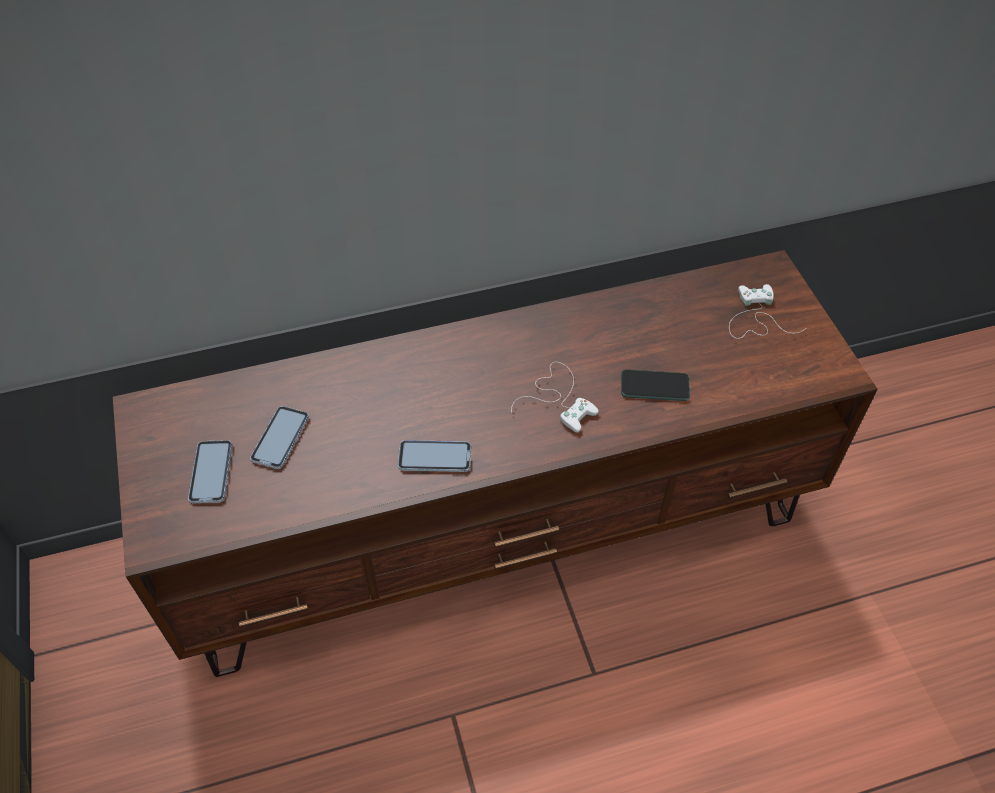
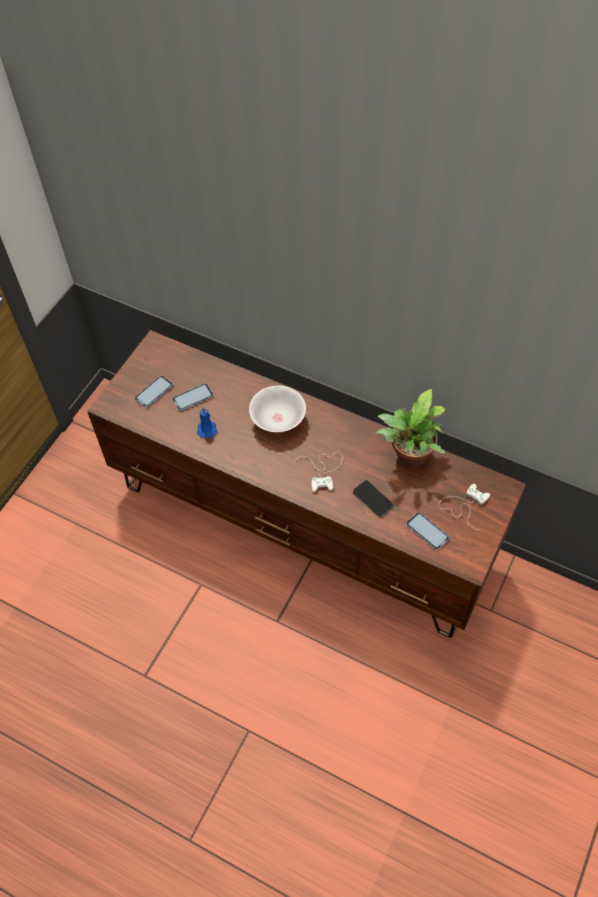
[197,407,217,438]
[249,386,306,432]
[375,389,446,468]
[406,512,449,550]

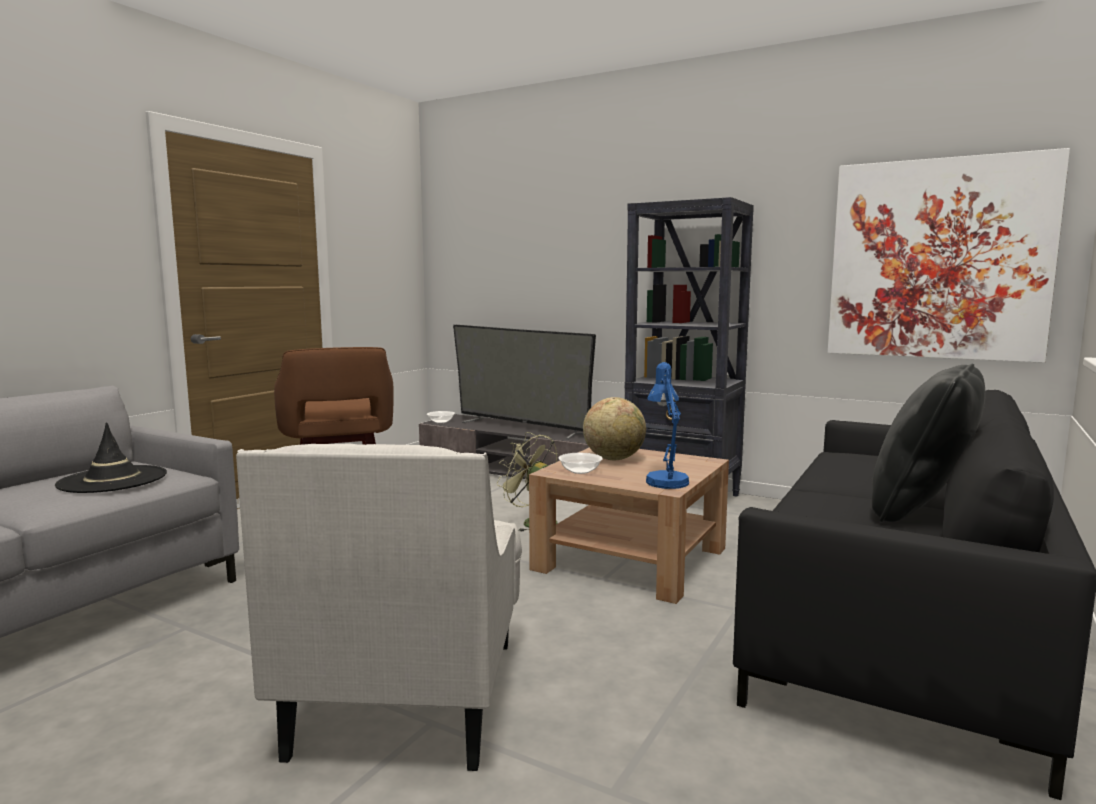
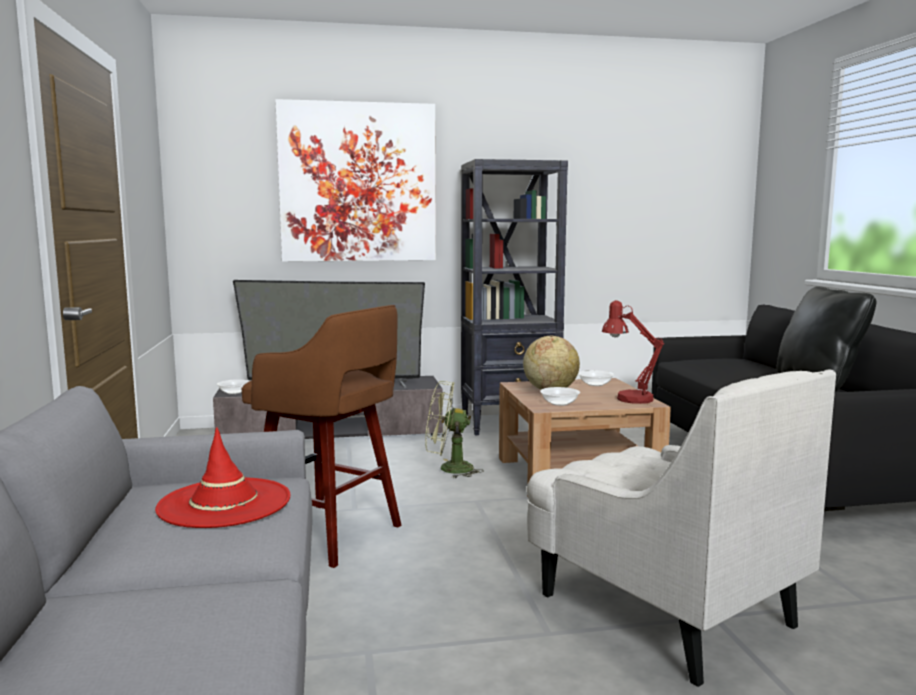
[578,370,614,386]
[275,99,436,262]
[155,427,291,528]
[602,300,664,404]

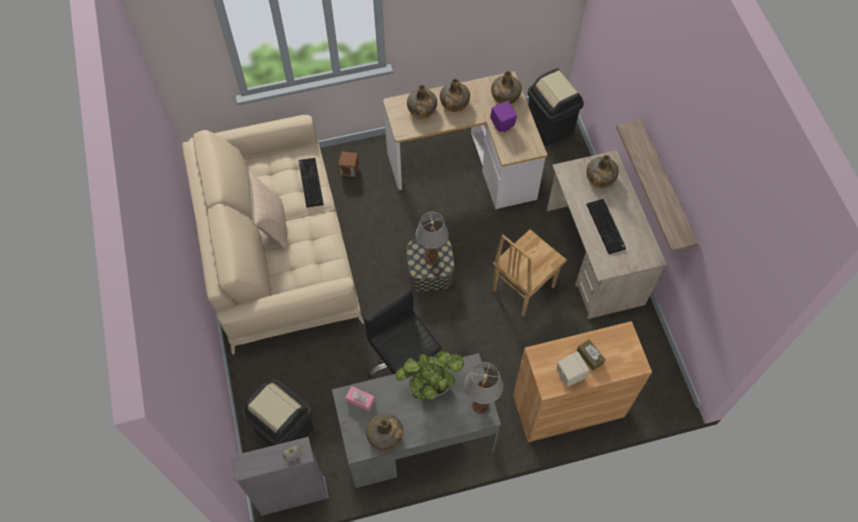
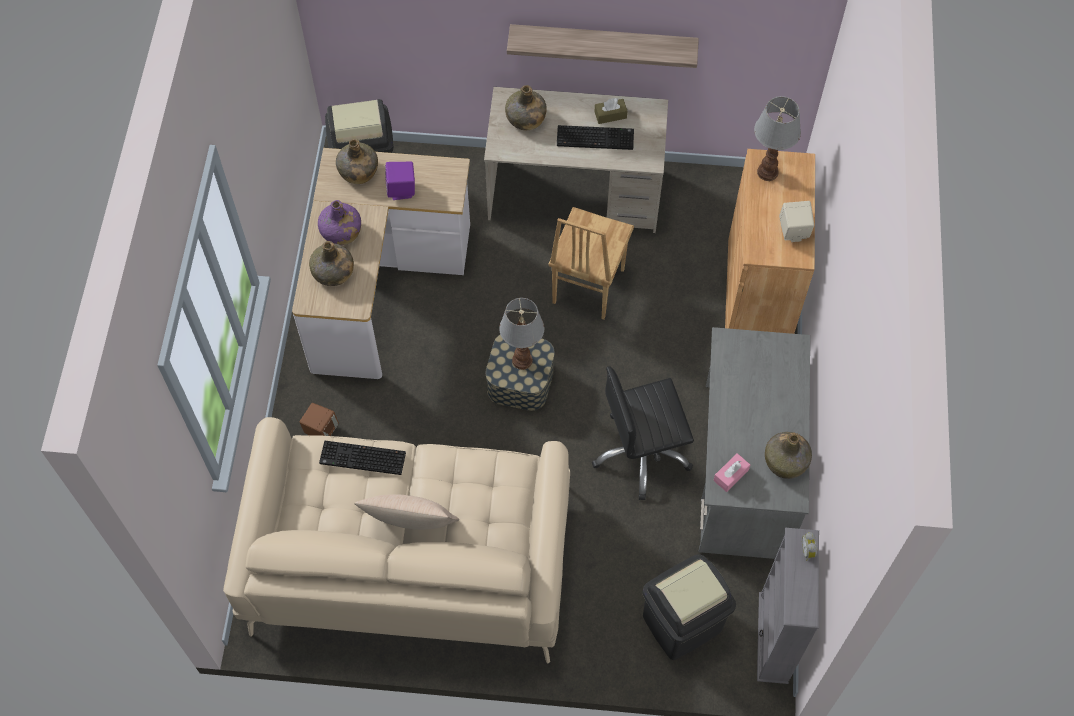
[396,351,464,400] (first image)
[754,96,801,181]
[595,98,627,124]
[318,200,361,245]
[548,207,634,320]

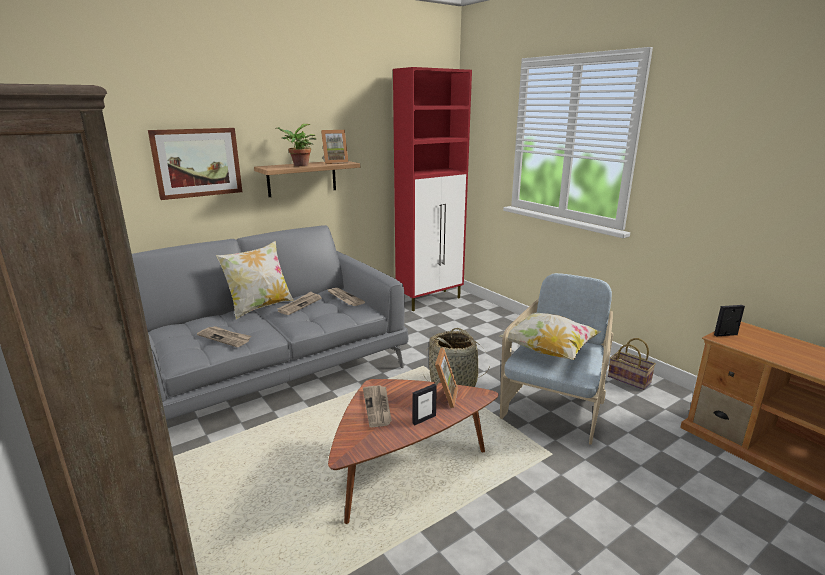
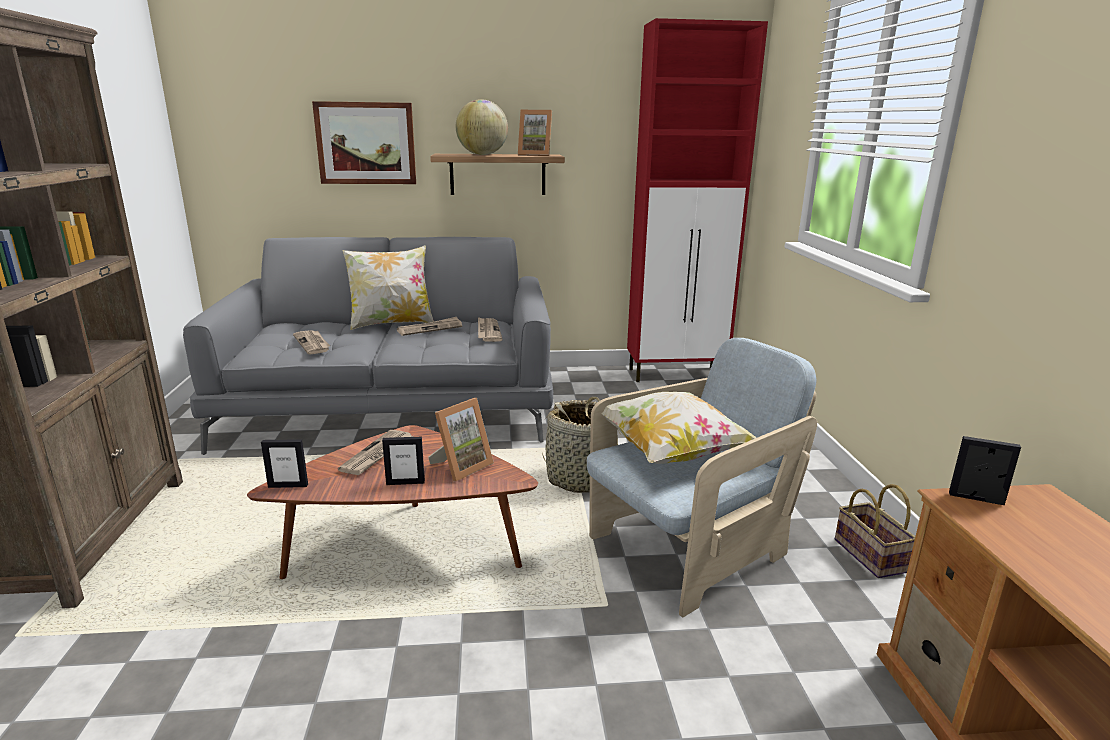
[261,439,308,488]
[456,99,508,155]

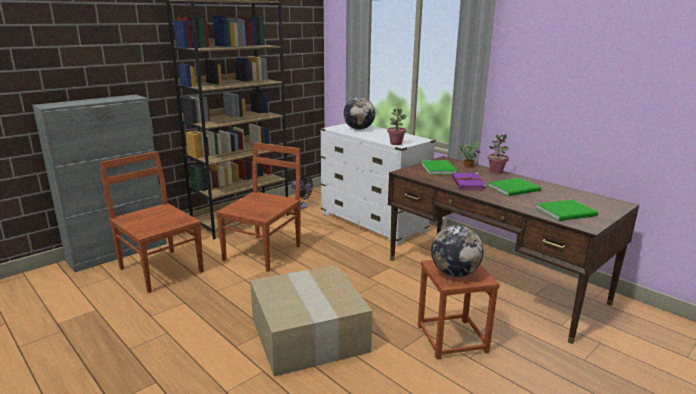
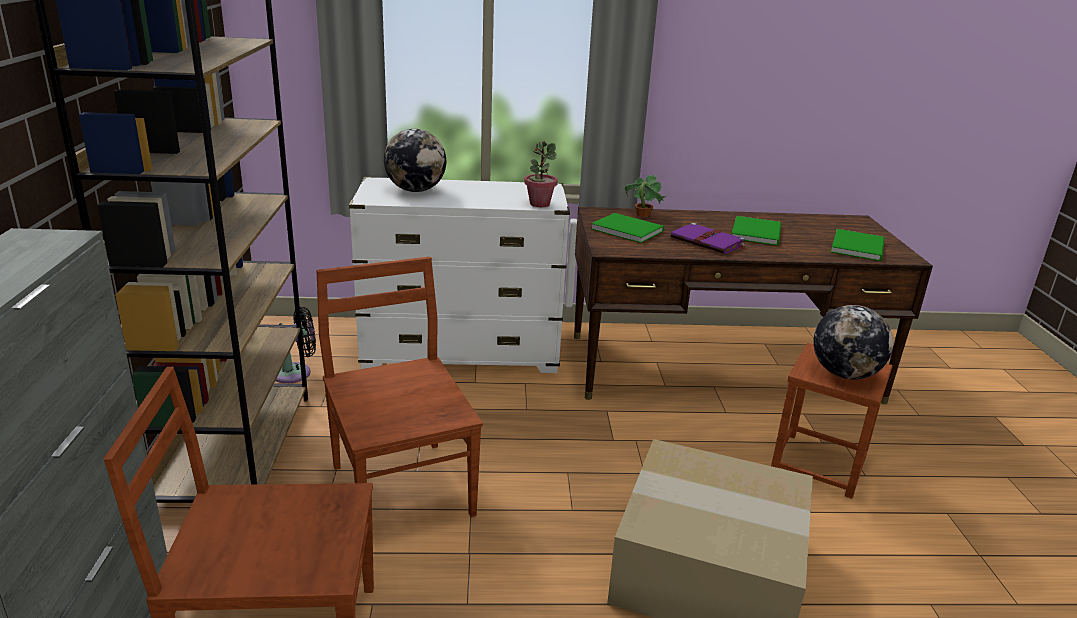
[488,134,509,174] (first image)

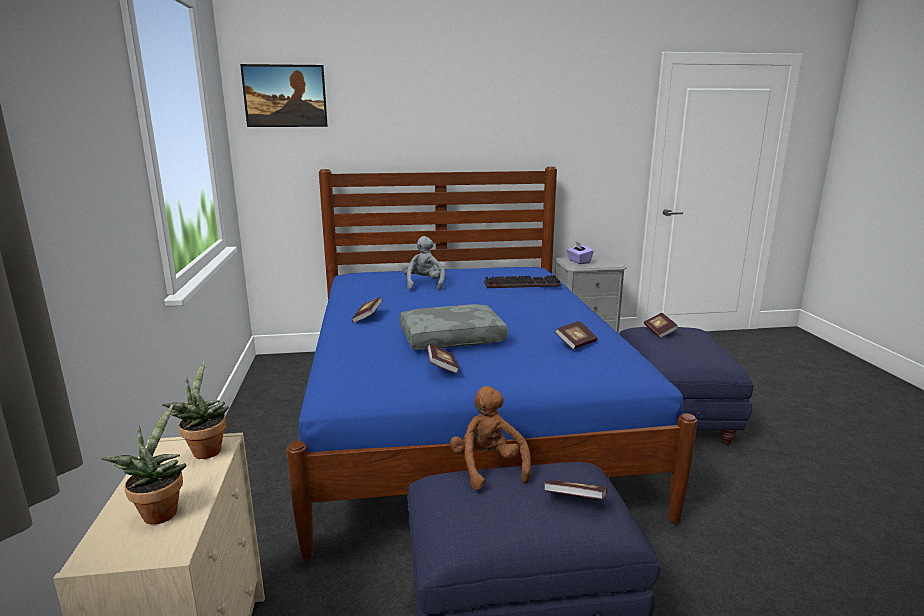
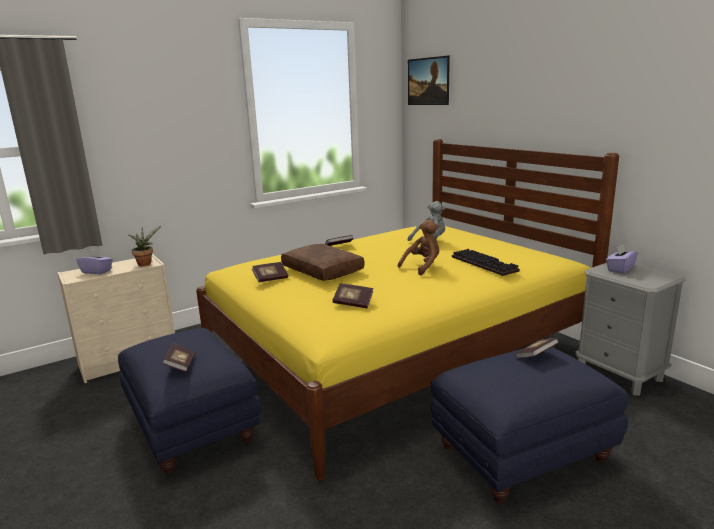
[398,220,439,276]
[76,249,113,274]
[196,139,619,480]
[281,244,364,281]

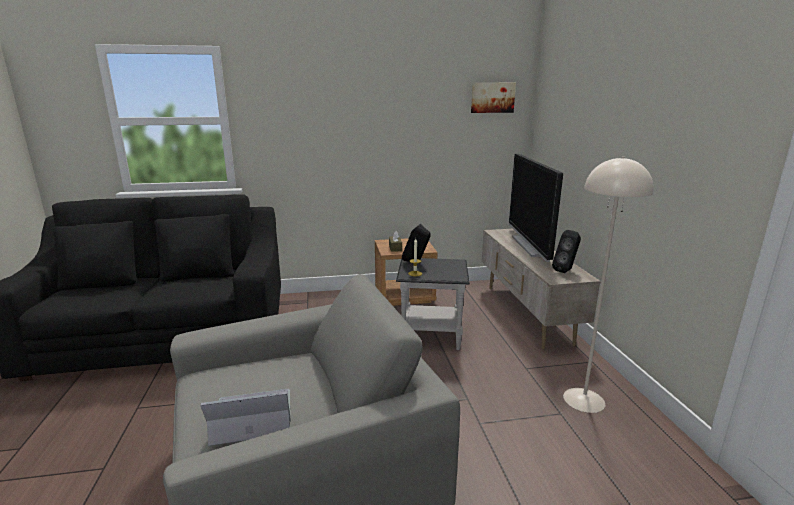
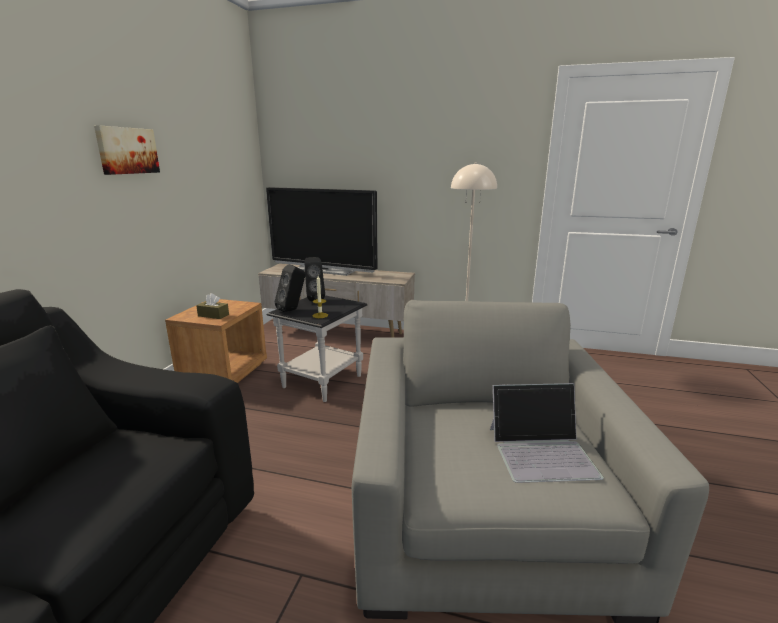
[94,125,160,175]
[304,257,325,301]
[490,383,604,483]

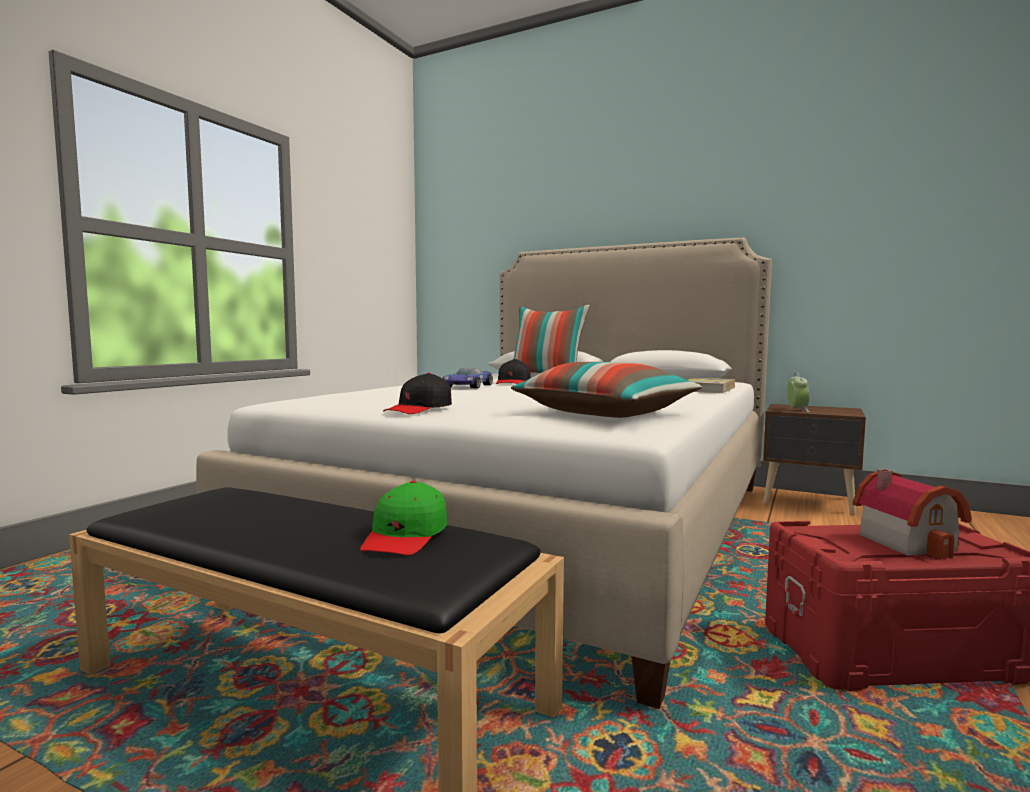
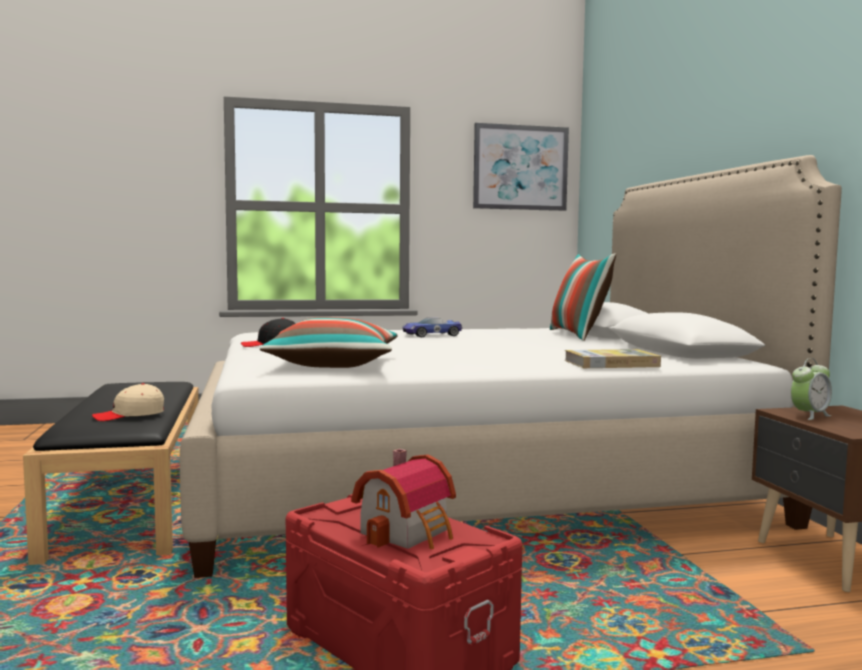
[496,359,531,384] (first image)
[473,123,569,211]
[92,383,164,421]

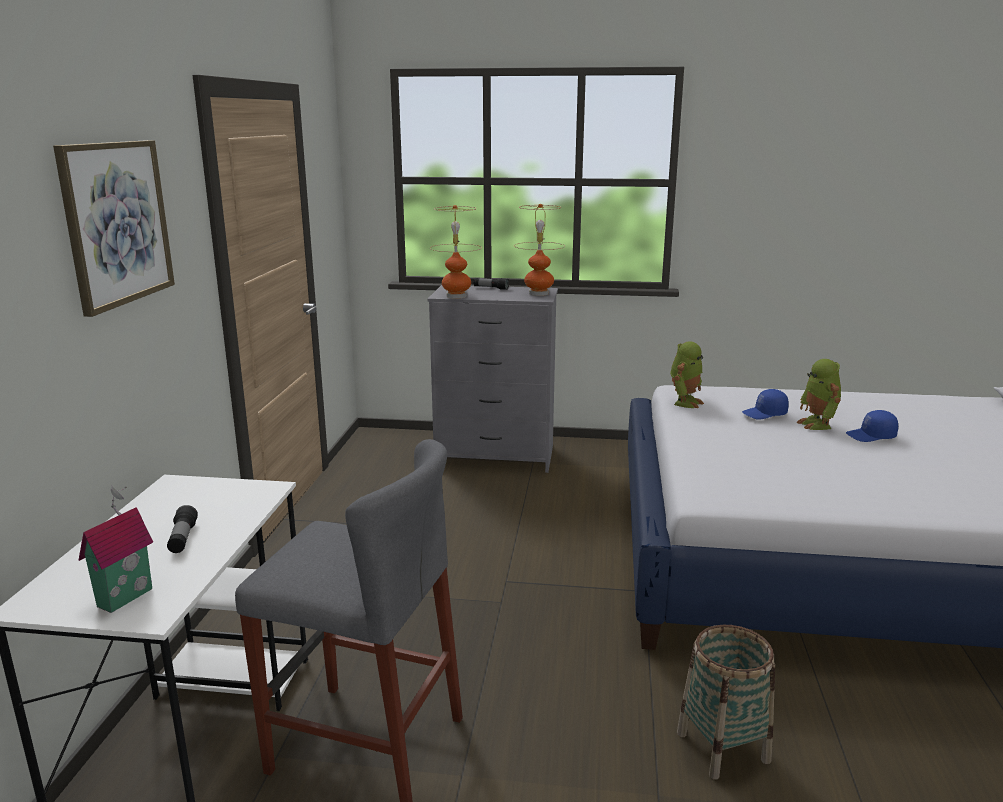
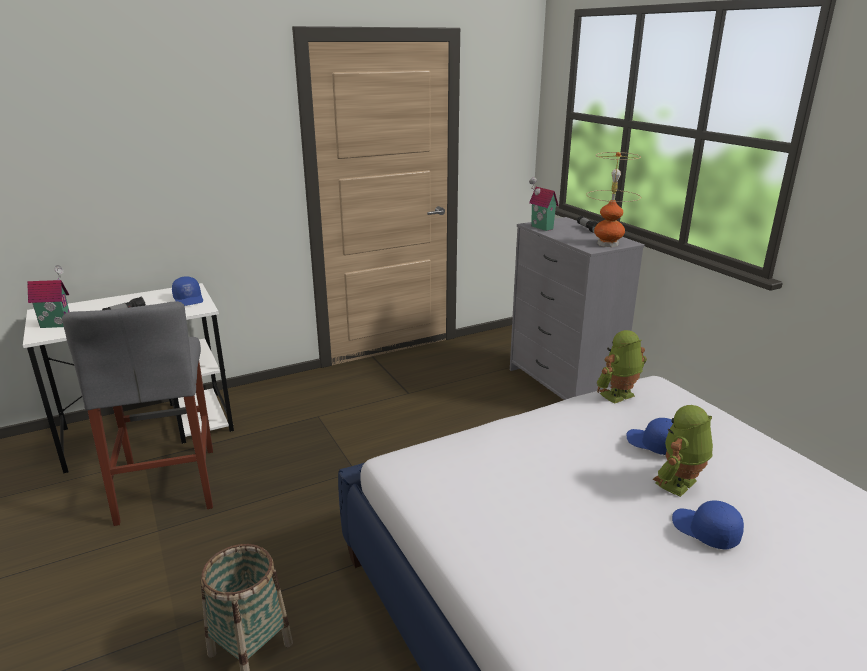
[53,140,175,317] (first image)
[172,276,203,306]
[529,178,559,231]
[597,330,647,404]

